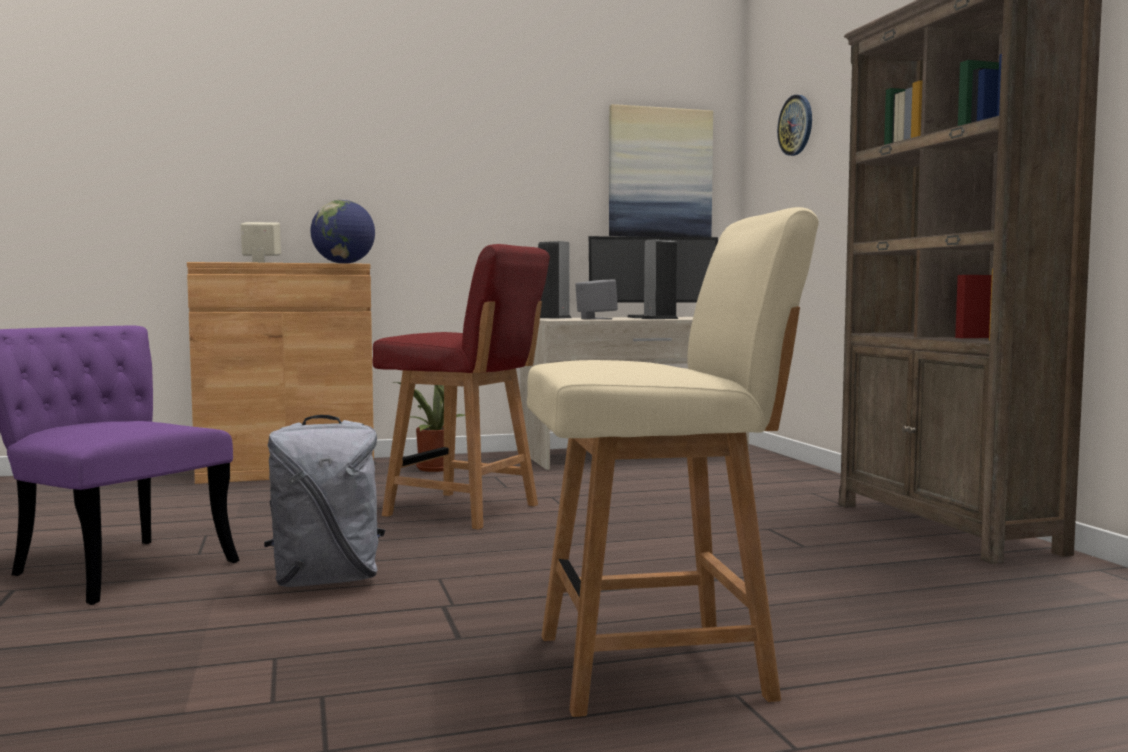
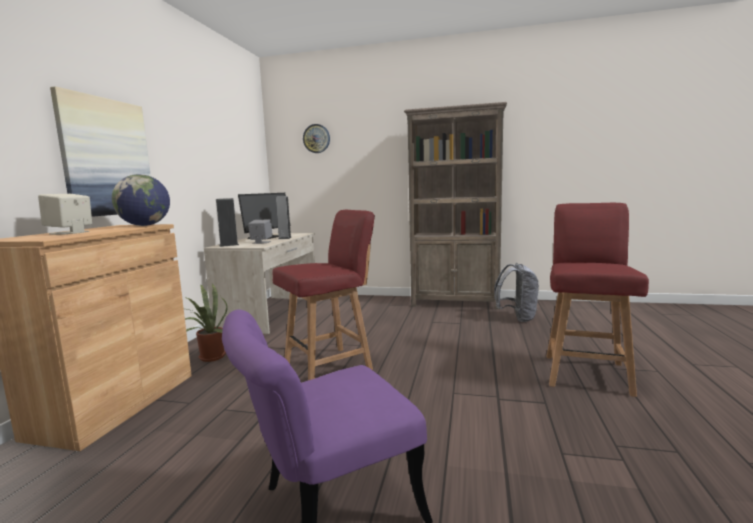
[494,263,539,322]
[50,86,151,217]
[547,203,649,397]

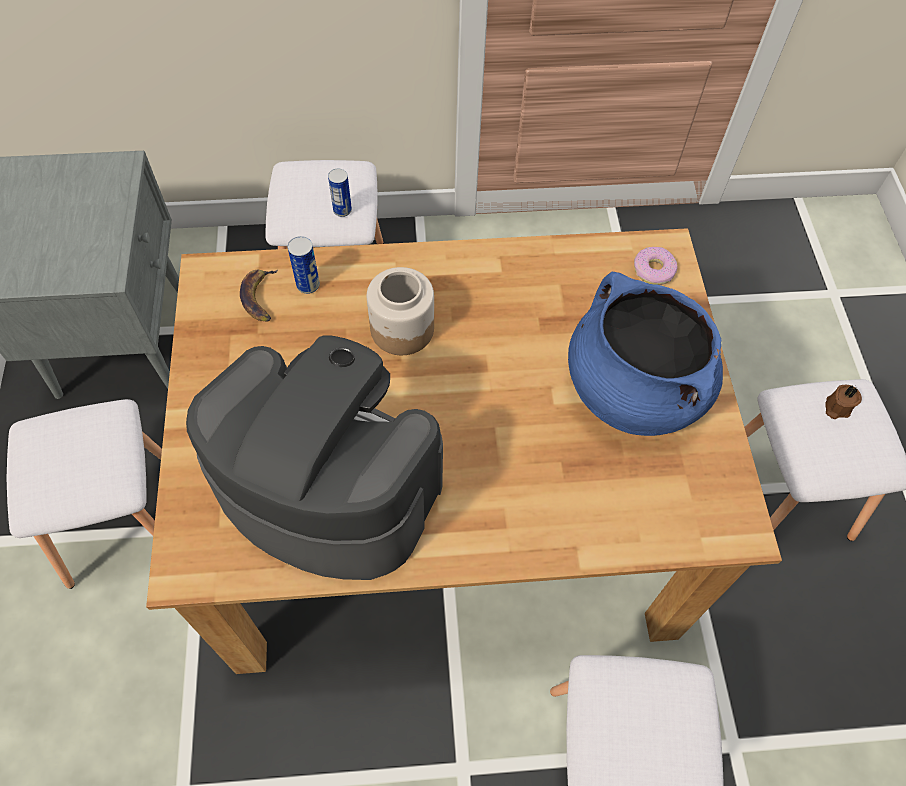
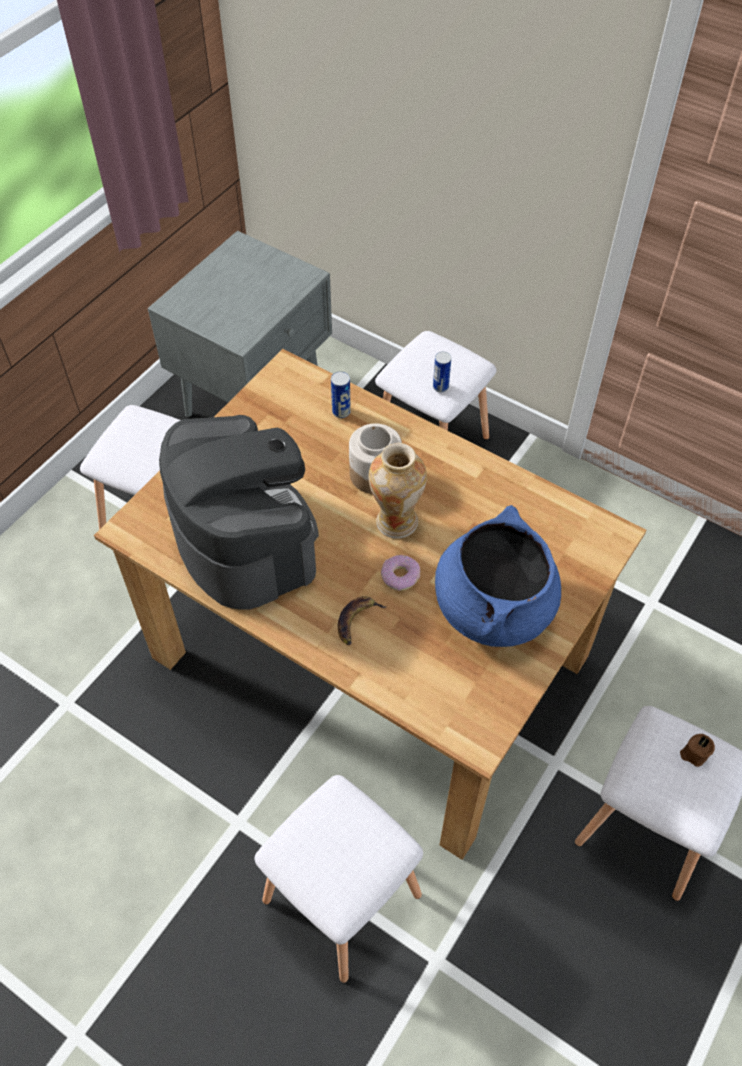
[369,443,427,539]
[338,596,387,645]
[381,555,420,591]

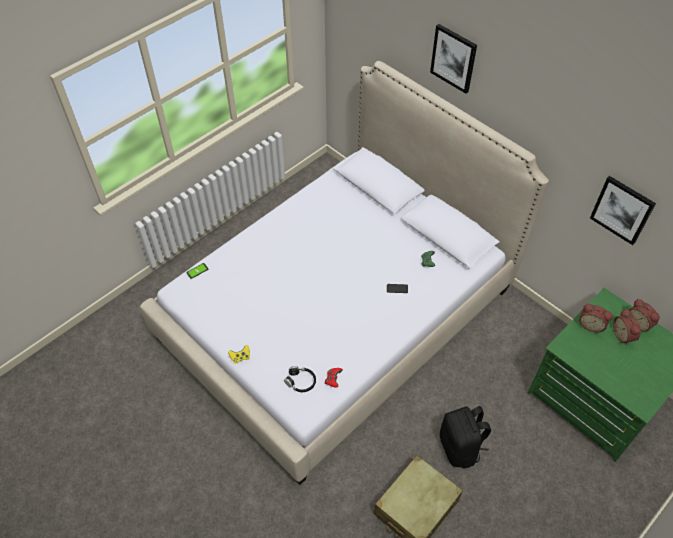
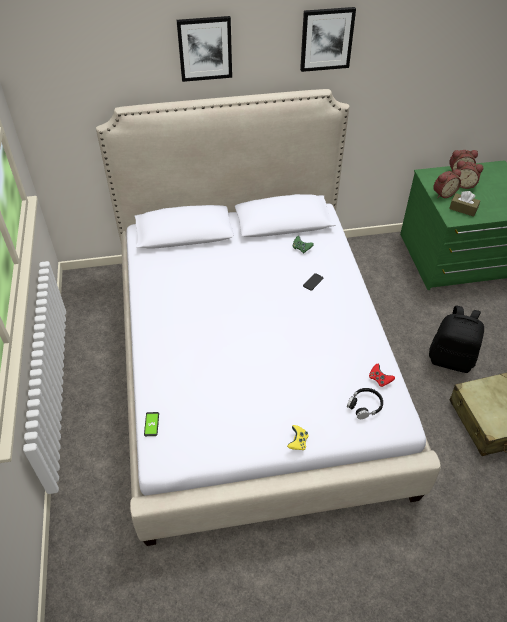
[449,191,480,217]
[300,7,356,72]

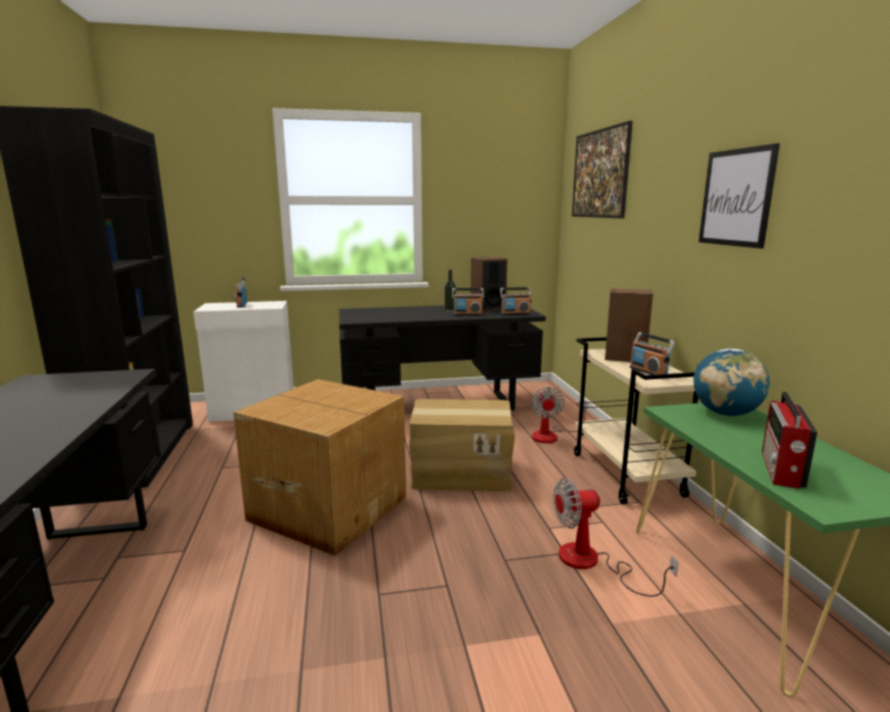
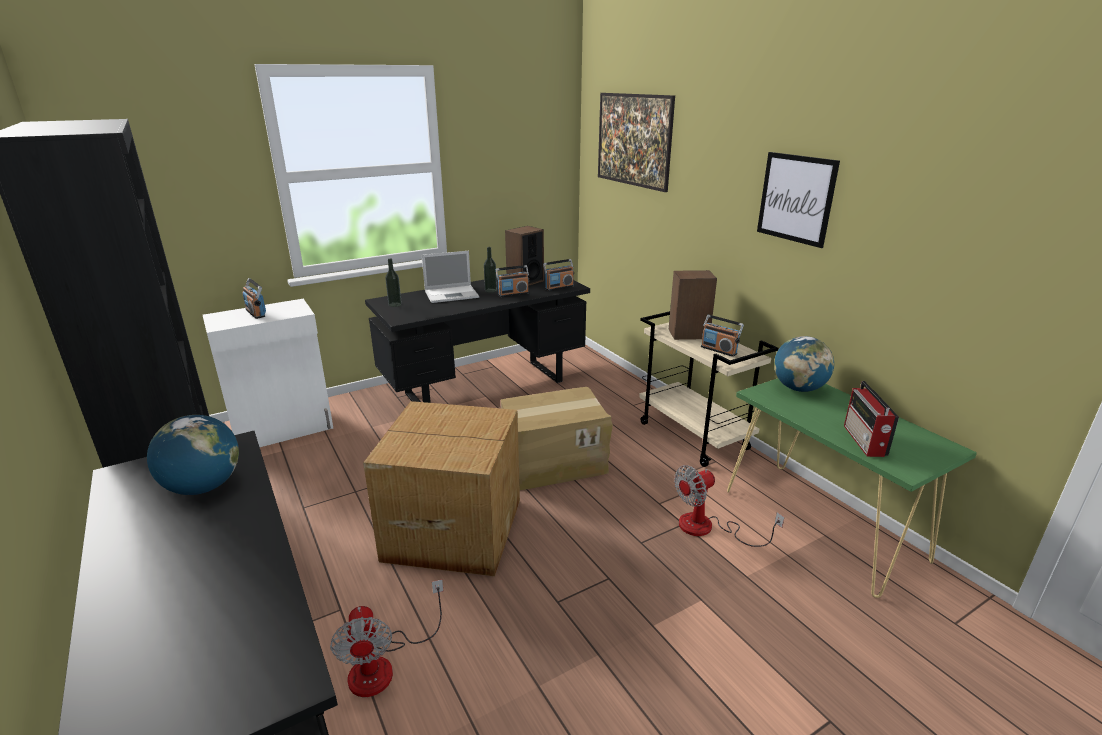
[147,415,239,495]
[385,258,402,307]
[422,251,479,303]
[330,580,443,697]

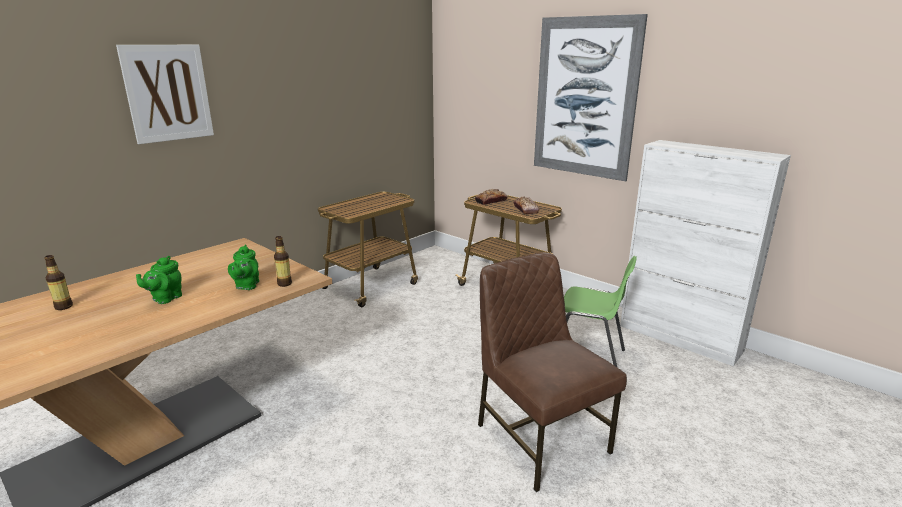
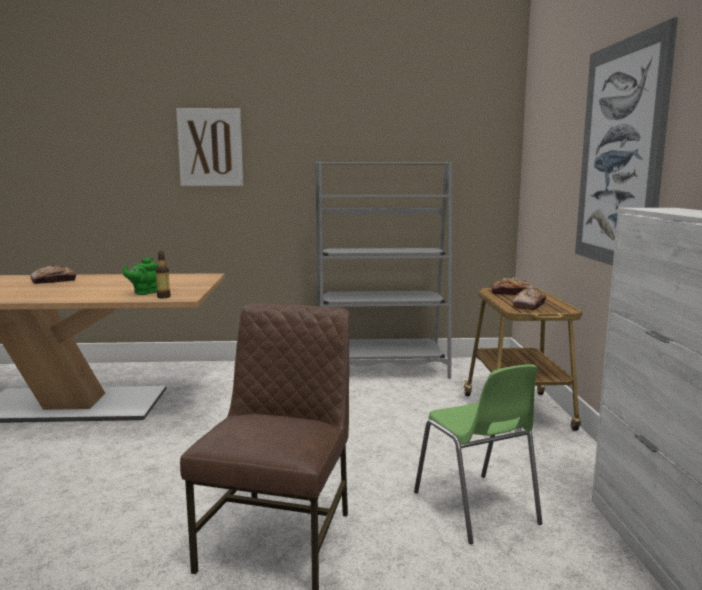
[136,256,182,304] (first image)
[30,265,76,284]
[315,162,452,379]

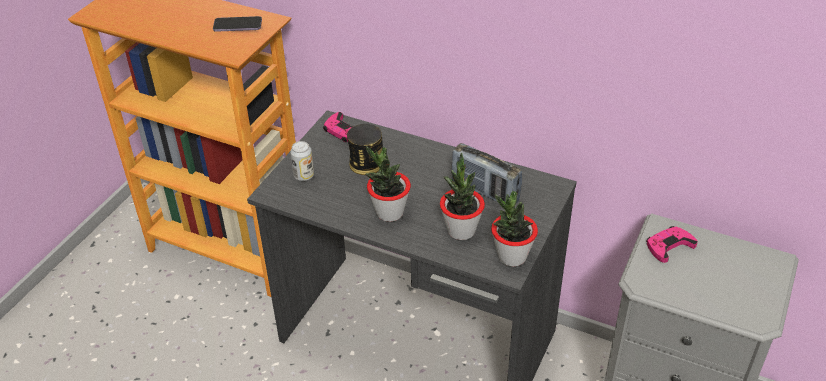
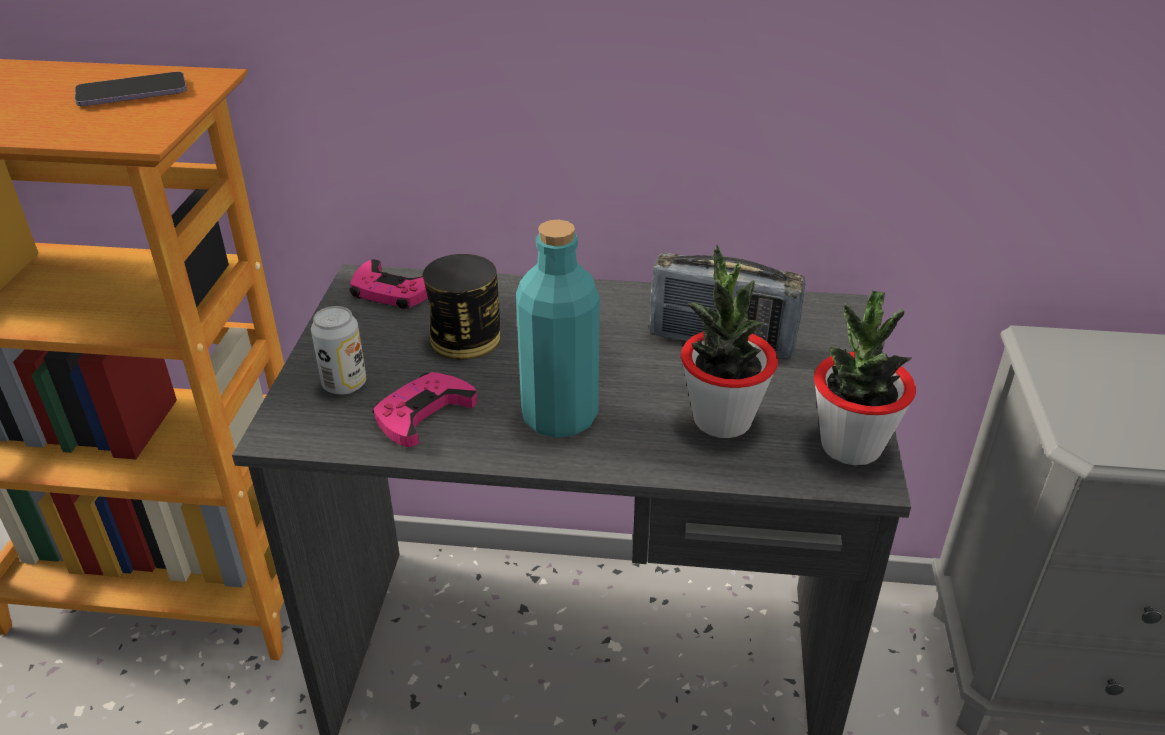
[372,372,477,447]
[516,220,600,438]

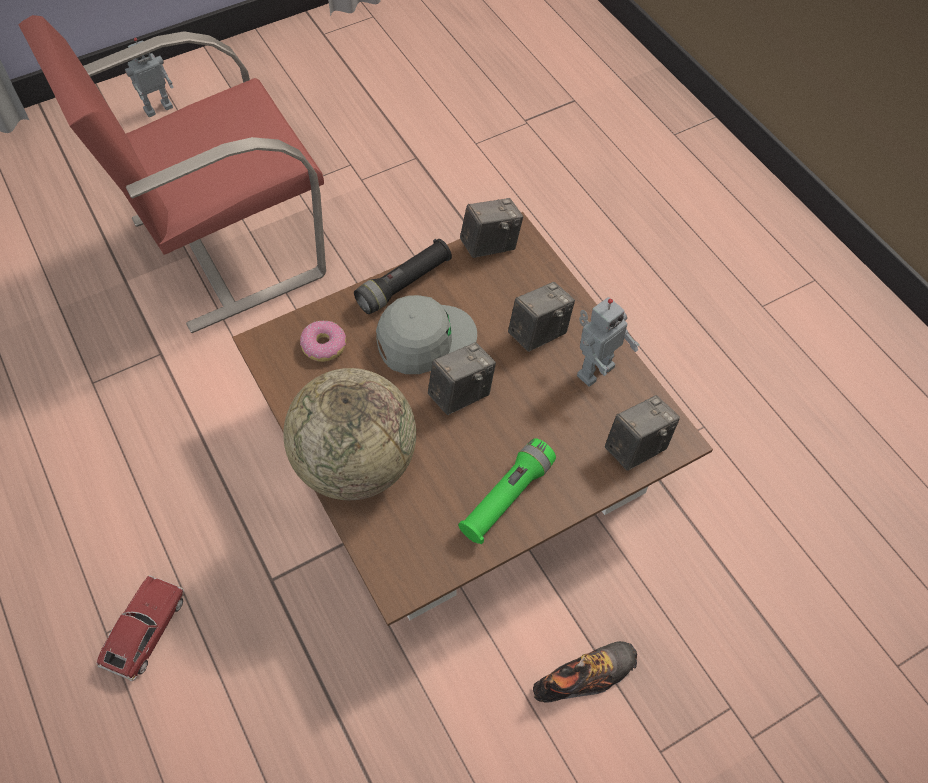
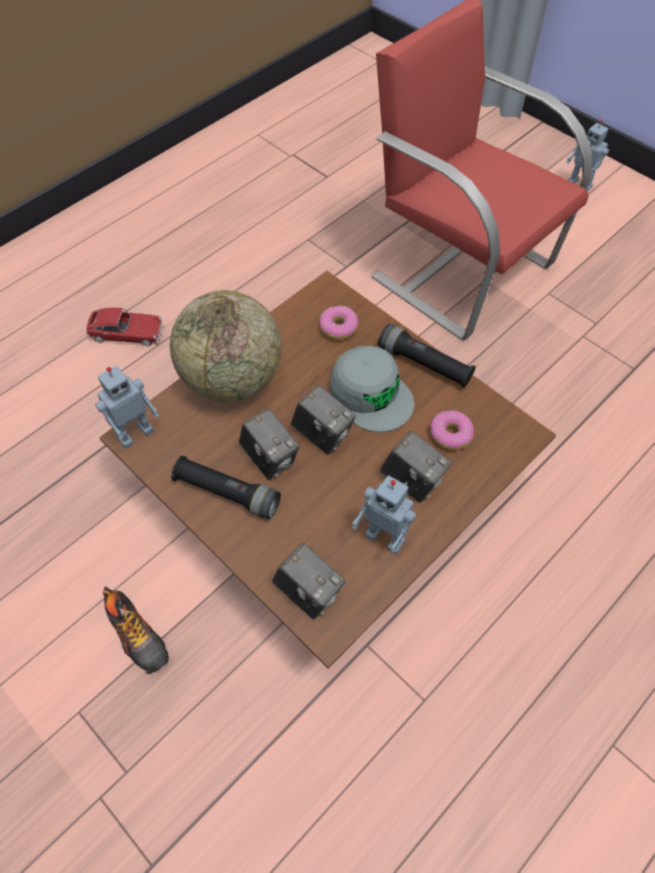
[95,366,159,448]
[430,410,474,450]
[239,408,299,480]
[171,456,281,519]

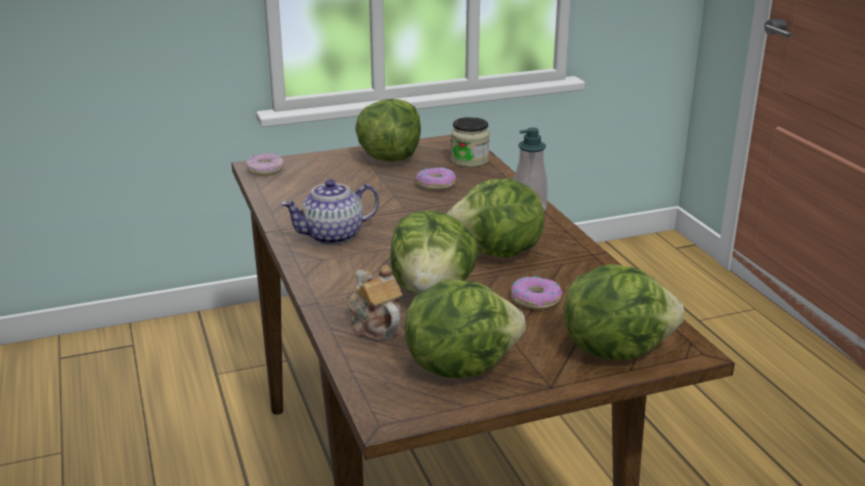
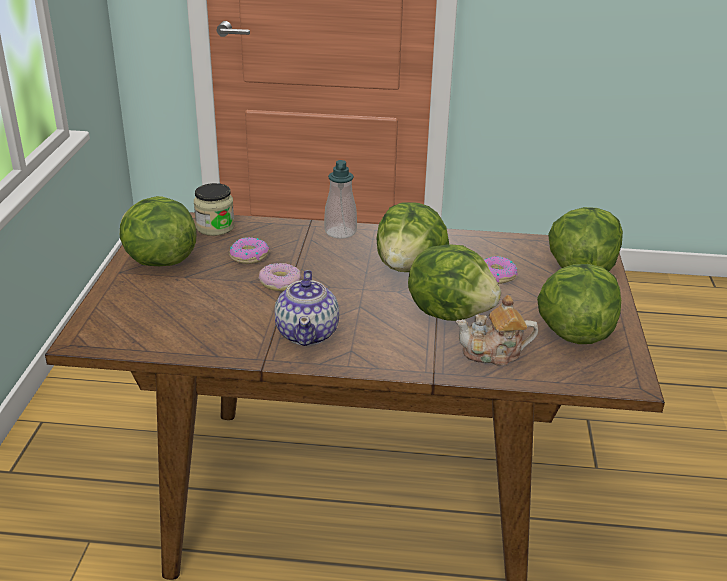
[259,263,301,291]

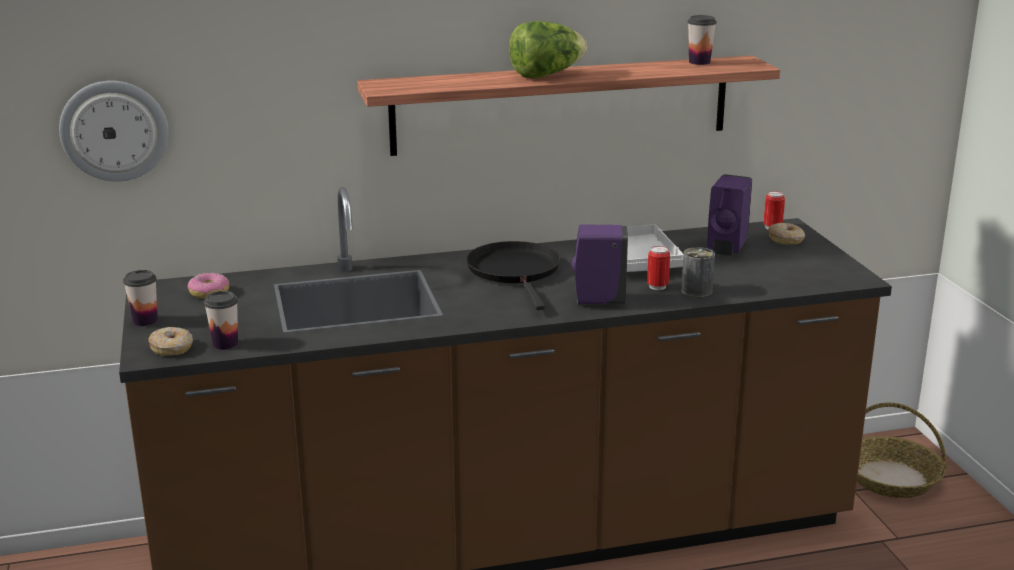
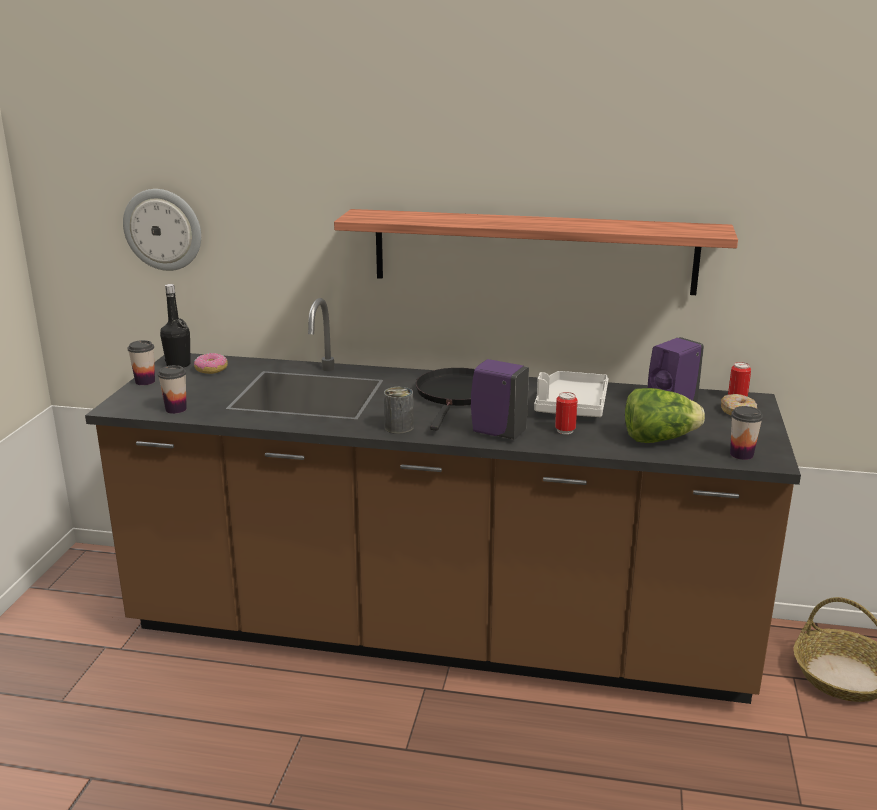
[148,327,193,356] (first image)
[160,284,191,368]
[625,388,705,443]
[384,387,414,434]
[730,406,763,460]

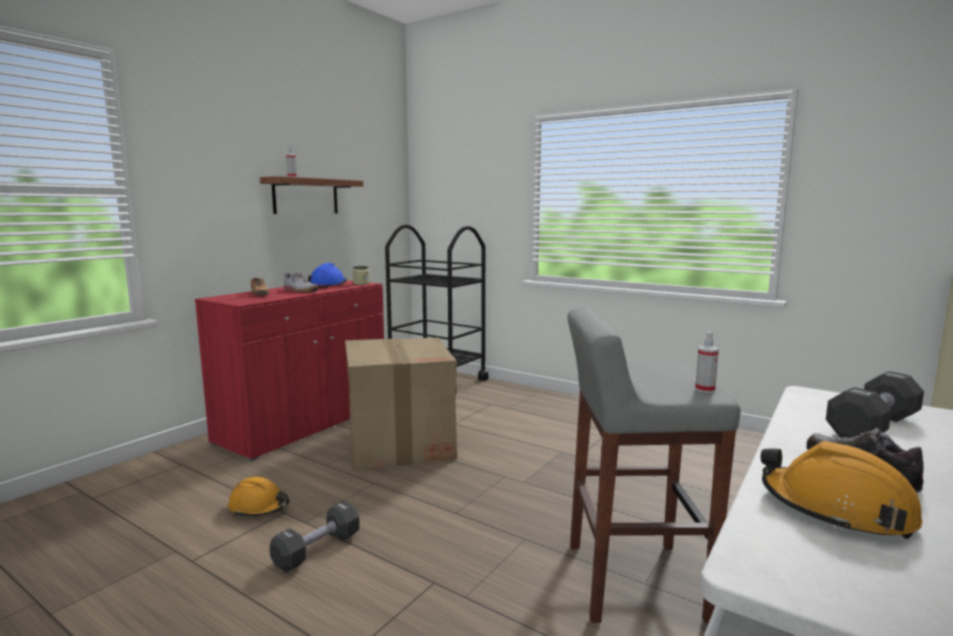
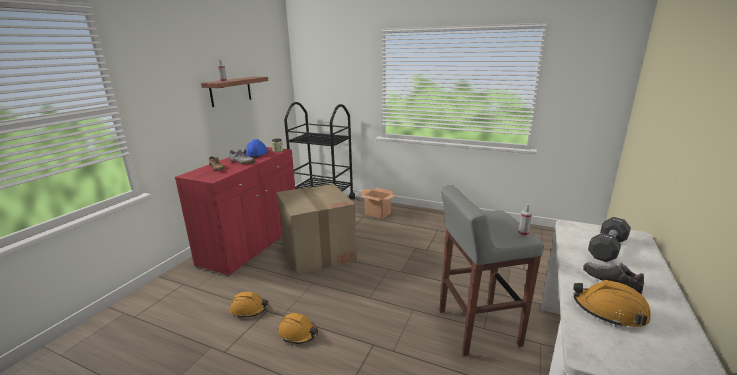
[359,188,397,219]
[278,313,318,344]

